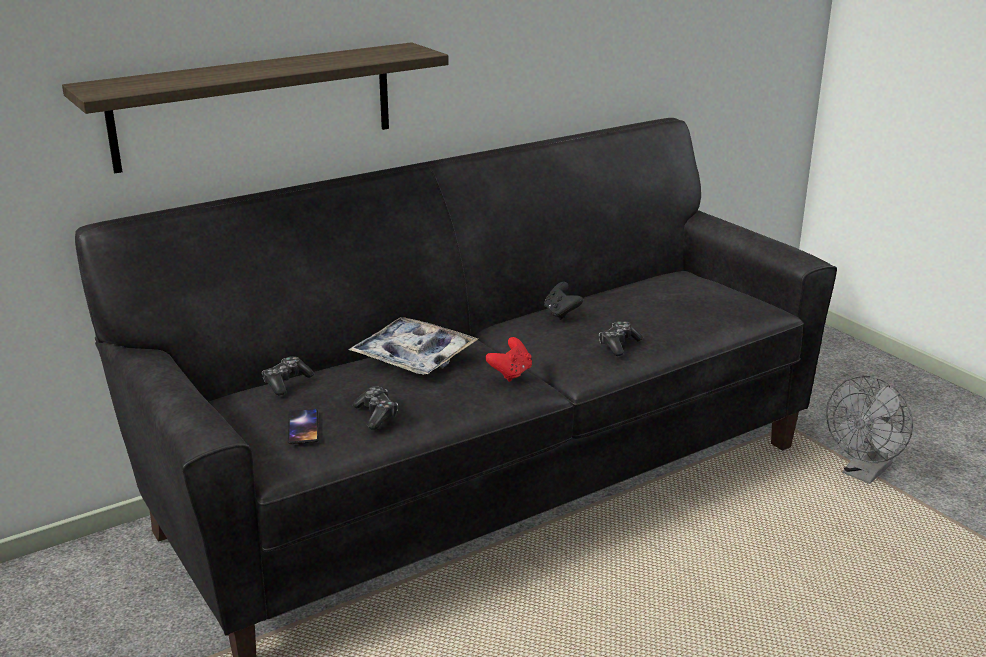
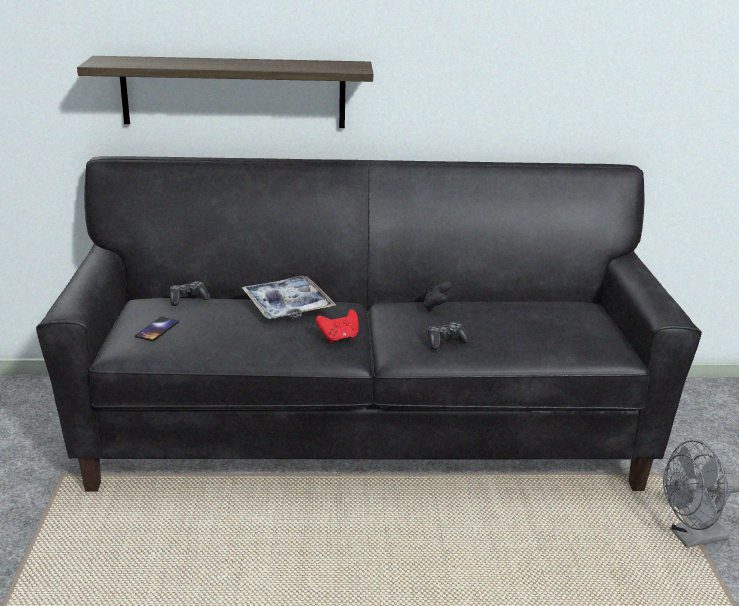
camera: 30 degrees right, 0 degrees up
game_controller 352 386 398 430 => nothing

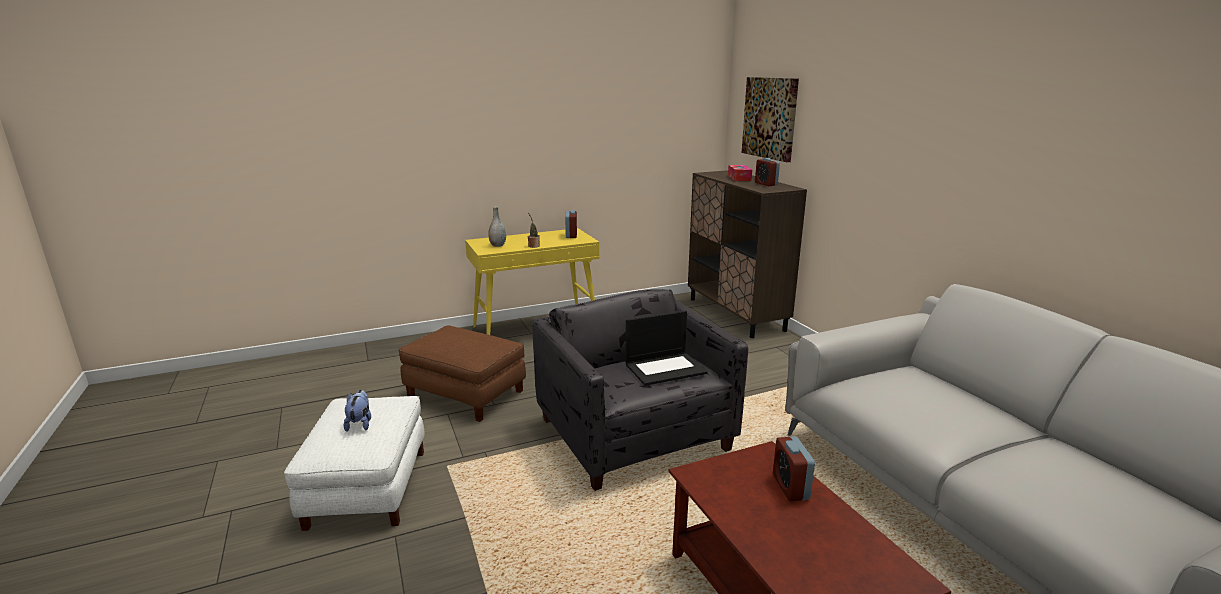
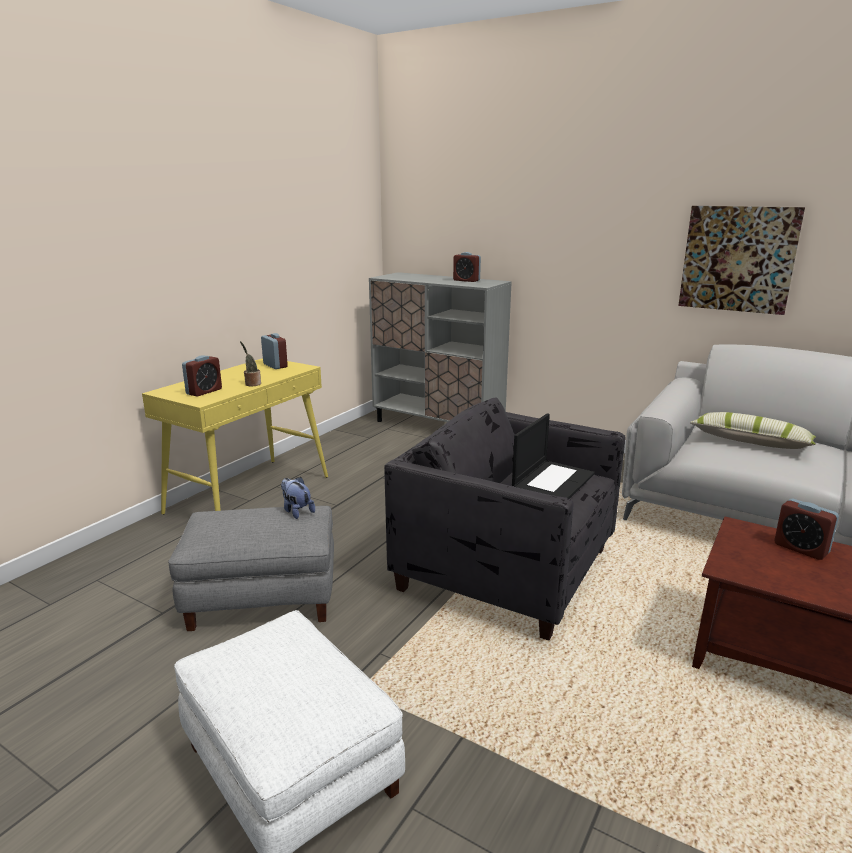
camera: 35 degrees left, 0 degrees up
tissue_holder 728 165 752 181 => nothing
nothing => pillow 690 412 816 449
cuddly_toy 344 390 371 432 => cuddly_toy 281 477 315 519, shifted
picture 742 77 799 162 => picture 678 206 805 315, shifted
gray_flower_vase 488 207 506 247 => alarm_clock 182 355 222 397
brown_ottoman 399 325 526 422 => gray_ottoman 168 506 334 631
brown_cupboard 688 170 807 338 => gray_cupboard 369 272 512 422

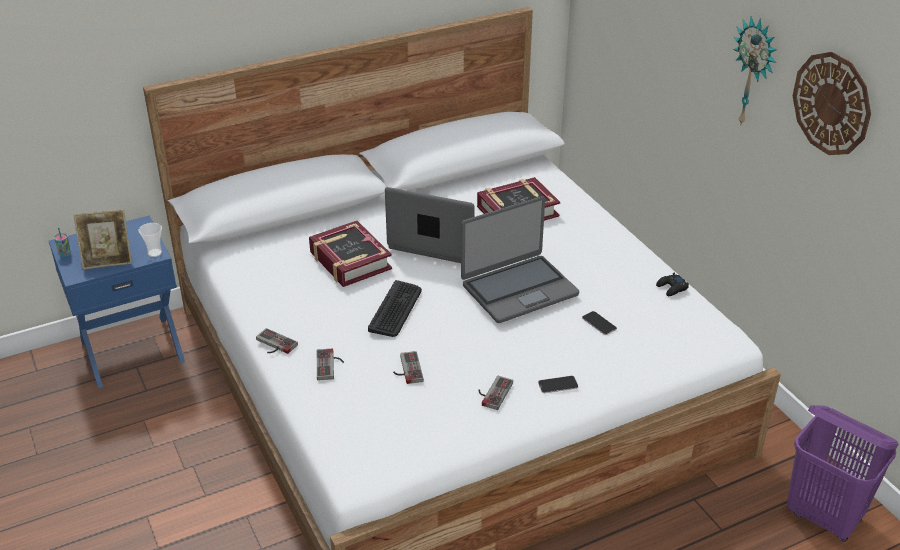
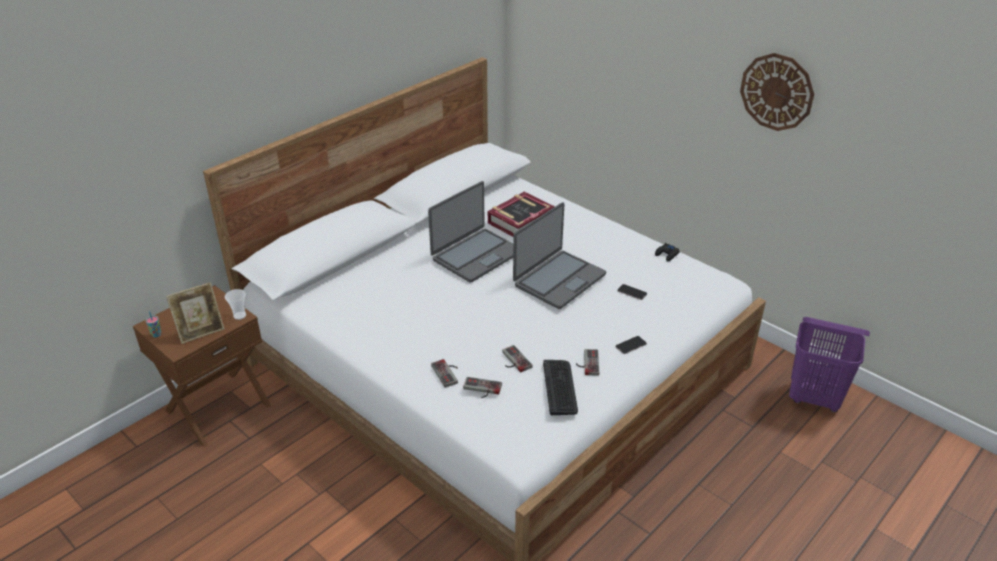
camera: 20 degrees left, 0 degrees up
book 309 221 392 287 => nothing
clock_on_the_wall 733 17 777 126 => nothing
game_controller 256 328 298 354 => game_controller 463 377 502 398, shifted
keyboard 368 280 422 337 => keyboard 543 360 578 415, shifted
blue_night_table 49 216 185 388 => brown_night_table 133 285 271 447
portable_computer 385 187 475 263 => portable_computer 428 181 513 283, 135 degrees clockwise

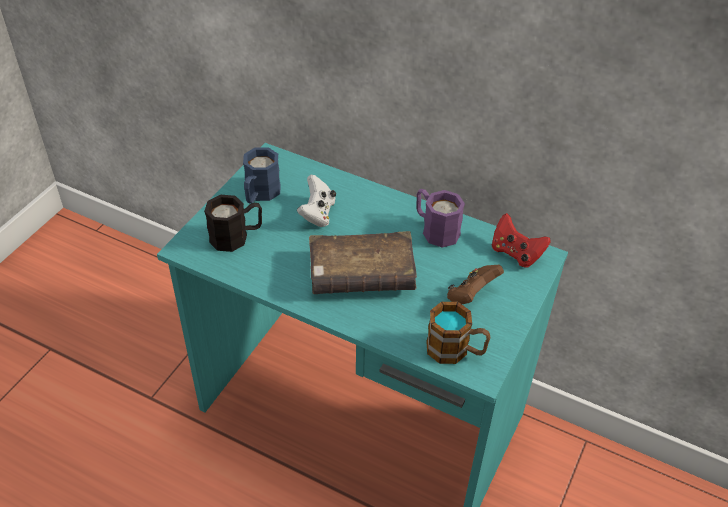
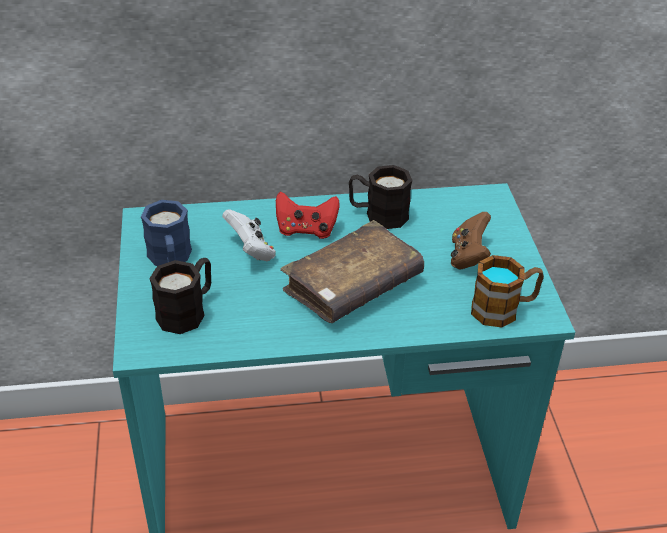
camera: 35 degrees left, 5 degrees down
reddish_game_controller 492 213 551 268 => reddish_game_controller 276 192 340 239, shifted
purple-coloured_mug 416 189 465 248 => blackish_mug 349 165 412 229

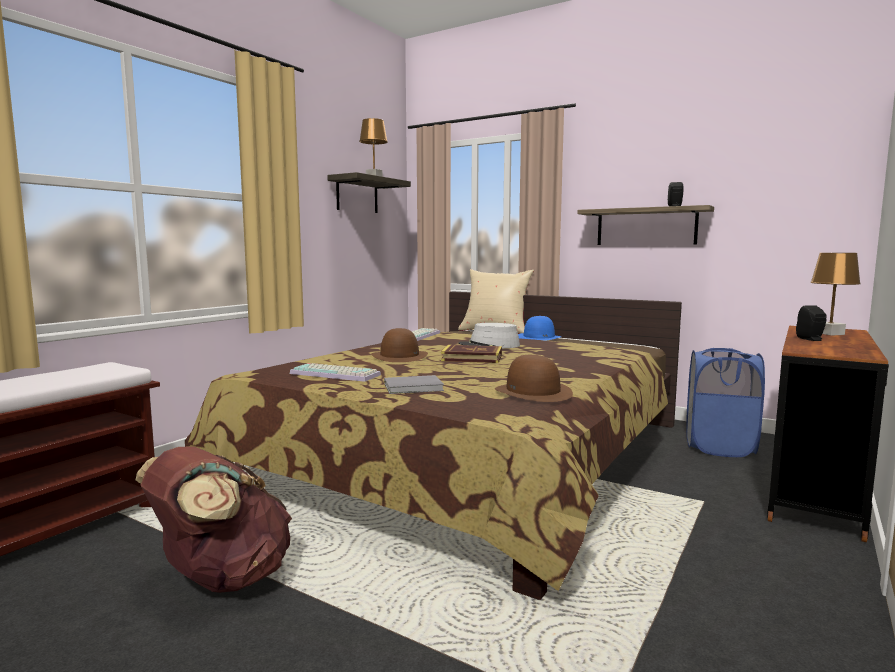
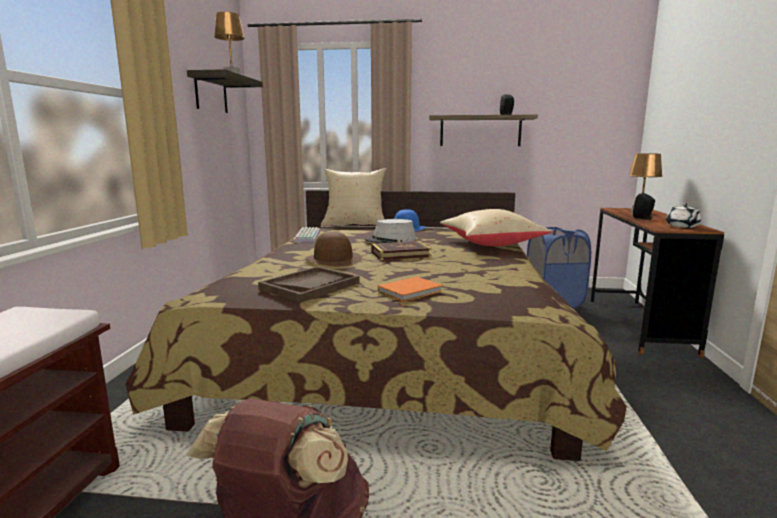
camera: 25 degrees left, 5 degrees up
brown_hat 495 355 573 402 => nothing
nothing => beige_pillow 440 209 552 246
nothing => white_tea_pot 666 203 701 228
keyboard 290 363 381 382 => brown_serving_tray 258 266 360 303
gray_book 384 375 444 394 => orange-coloured_book 378 277 443 302

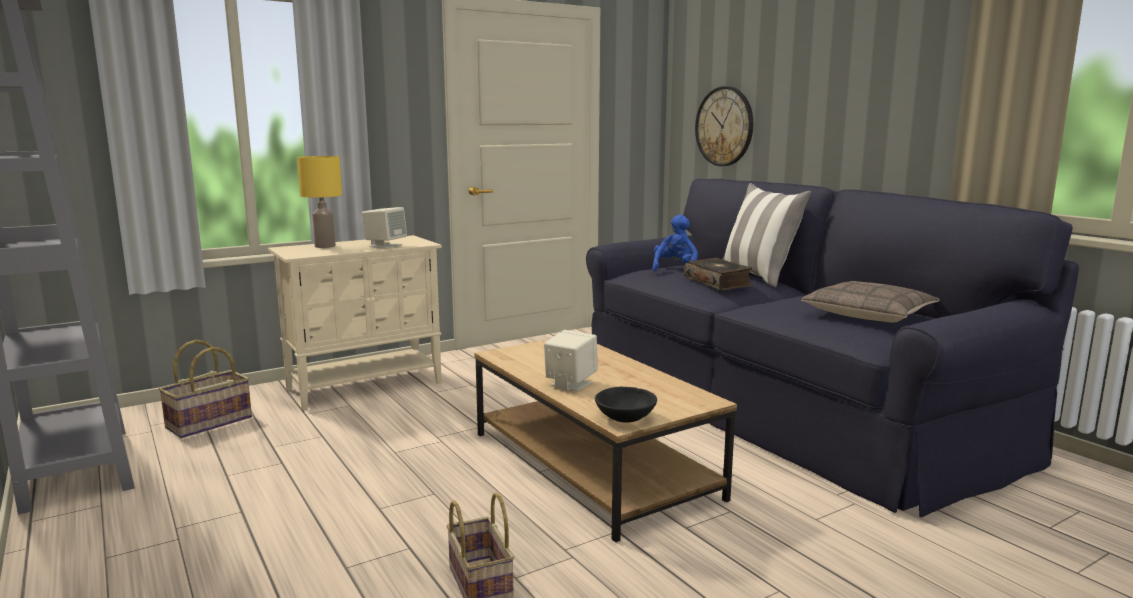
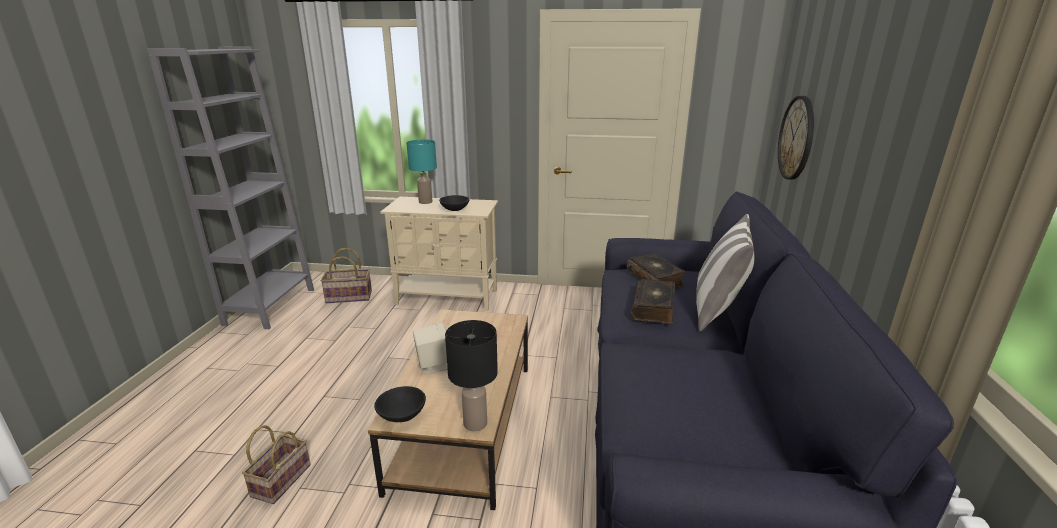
camera: 40 degrees right, 10 degrees up
pillow 801 281 940 323 => nothing
nothing => blackish_tabletop_lamp 445 320 498 432
beige_audio_speaker 362 207 407 249 => blackish_bowl 439 195 470 211
blue_cuddly_toy 652 214 698 271 => book 626 253 685 288
yellow-coloured_tabletop_lamp 297 156 342 248 => turquoise_tabletop_lamp 407 139 437 204

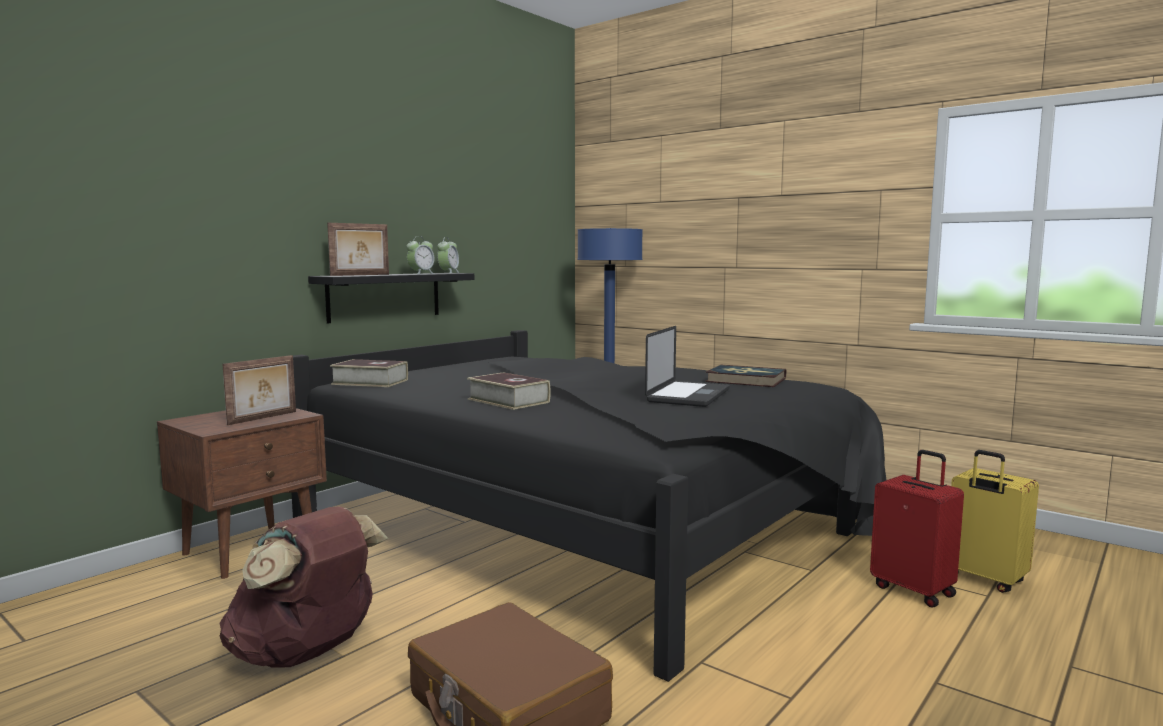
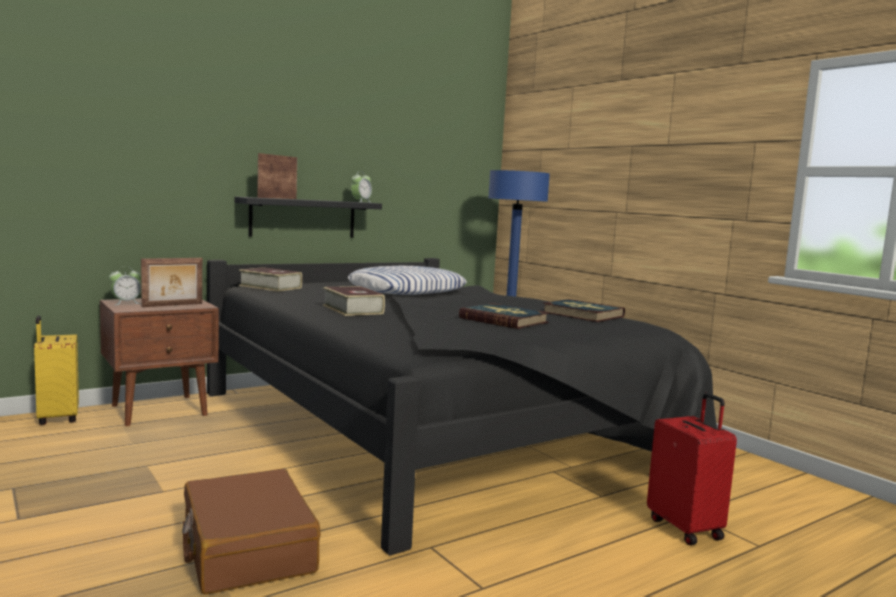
camera: 15 degrees right, 0 degrees up
brown_rucksack 219 506 389 667 => nothing
nothing => pillow 348 266 467 295
alarm_clock 406 236 435 274 => alarm_clock 109 266 141 305, shifted
yellow-coloured_piece_of_luggage 951 450 1039 593 => yellow-coloured_piece_of_luggage 34 316 79 425, shifted
portable_computer 645 326 730 407 => book 459 303 549 329
picture_frame 327 223 389 276 => picture_frame 257 153 297 199, 150 degrees clockwise

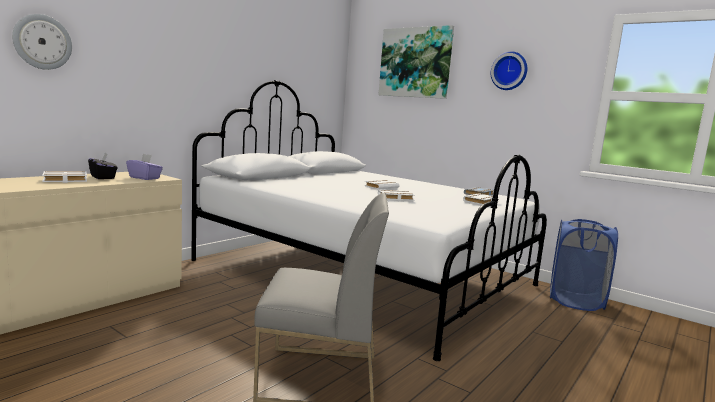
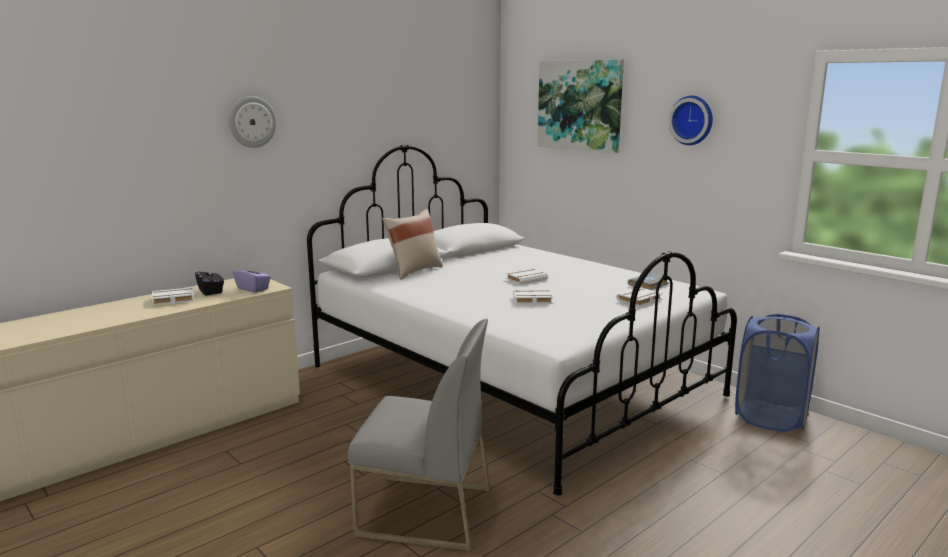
camera: 10 degrees right, 5 degrees up
nothing => beige_pillow 382 209 443 279
clock_on_the_wall 12 14 72 70 => clock_on_the_wall 229 96 277 148, shifted

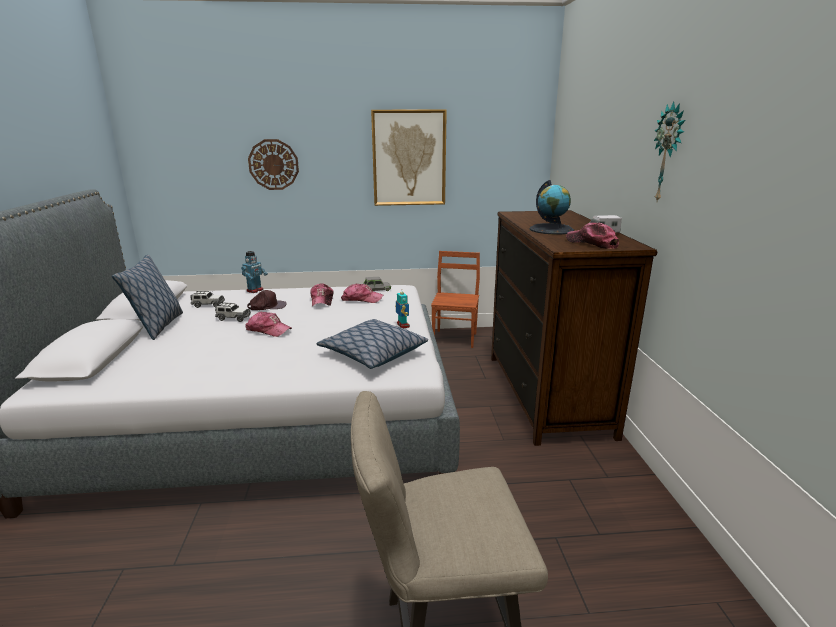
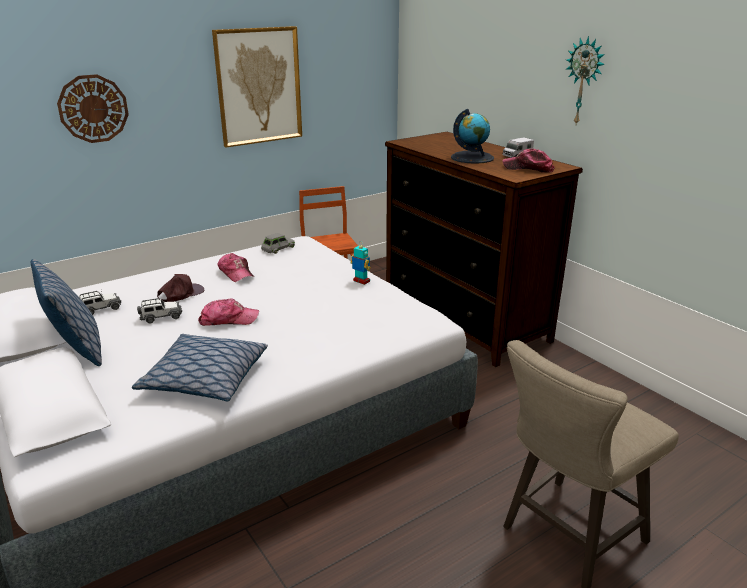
camera: 30 degrees left, 5 degrees up
robot_figure 241 251 268 293 => nothing
cap 341 284 383 303 => nothing
pillow 316 319 428 369 => pillow 132 334 268 401, shifted

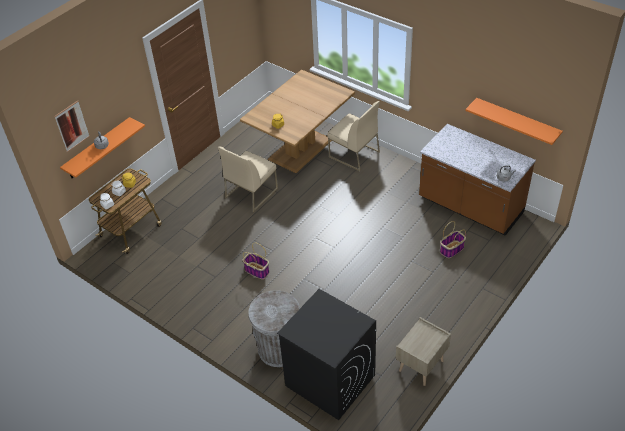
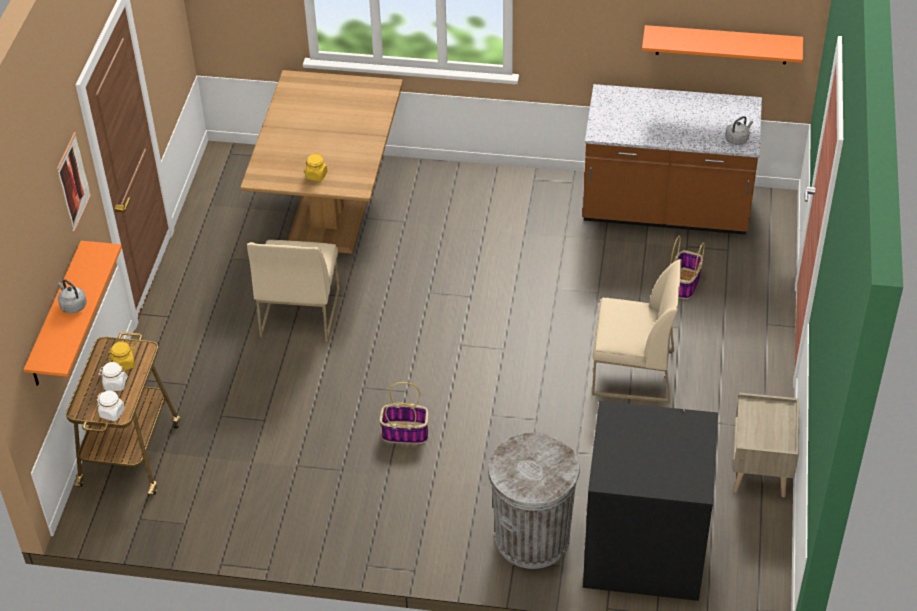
camera: 30 degrees left, 0 degrees up
picture 54 101 90 152 => picture 57 132 91 232, shifted
beige_upright_chair 327 101 380 171 => beige_upright_chair 592 259 682 403, shifted

